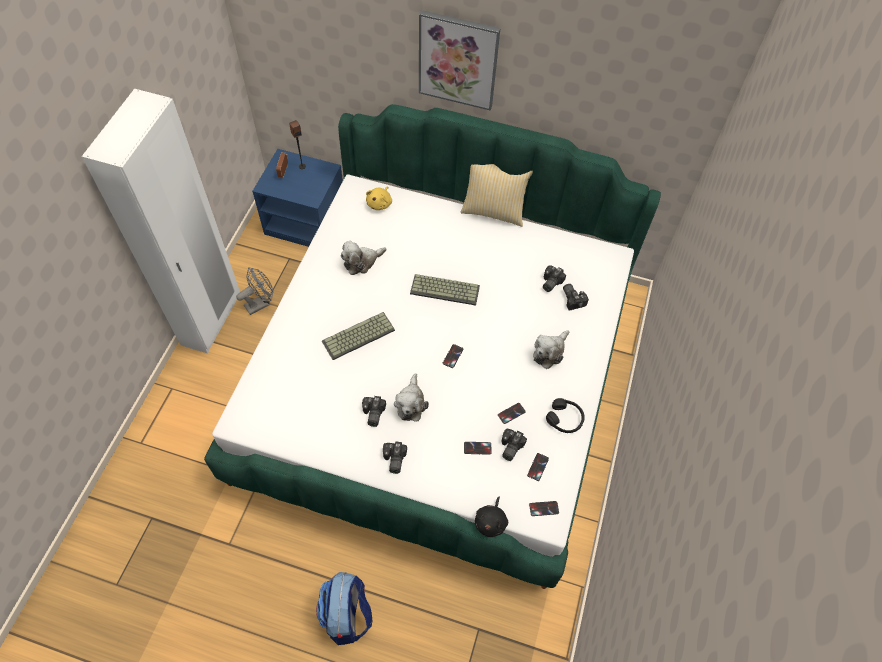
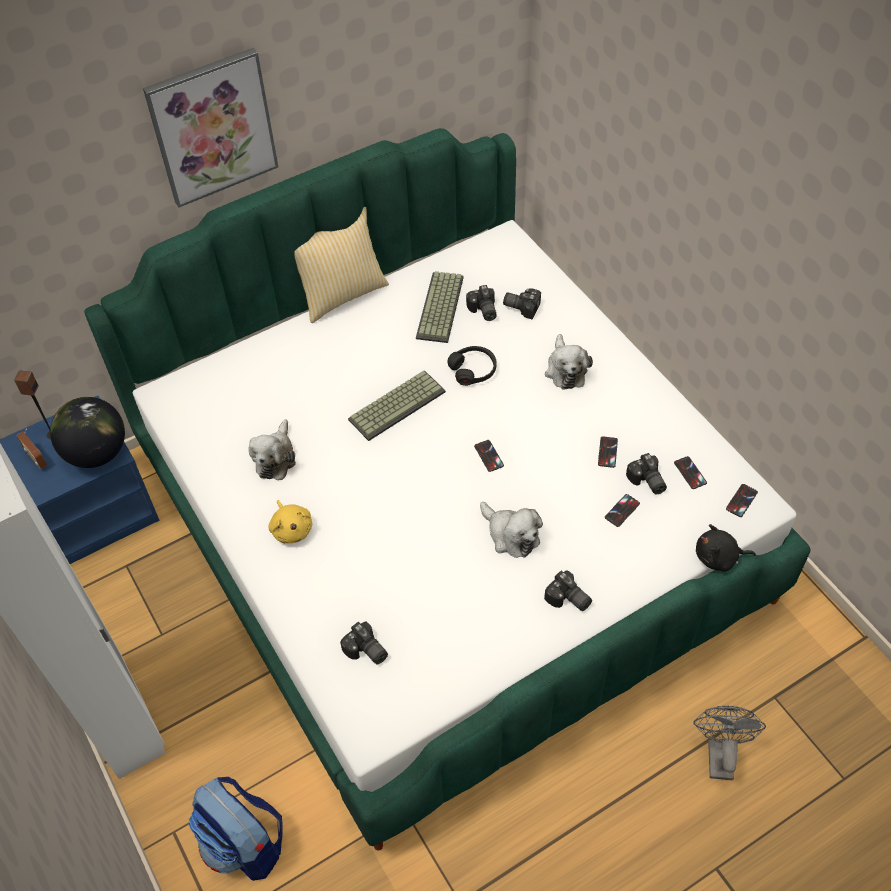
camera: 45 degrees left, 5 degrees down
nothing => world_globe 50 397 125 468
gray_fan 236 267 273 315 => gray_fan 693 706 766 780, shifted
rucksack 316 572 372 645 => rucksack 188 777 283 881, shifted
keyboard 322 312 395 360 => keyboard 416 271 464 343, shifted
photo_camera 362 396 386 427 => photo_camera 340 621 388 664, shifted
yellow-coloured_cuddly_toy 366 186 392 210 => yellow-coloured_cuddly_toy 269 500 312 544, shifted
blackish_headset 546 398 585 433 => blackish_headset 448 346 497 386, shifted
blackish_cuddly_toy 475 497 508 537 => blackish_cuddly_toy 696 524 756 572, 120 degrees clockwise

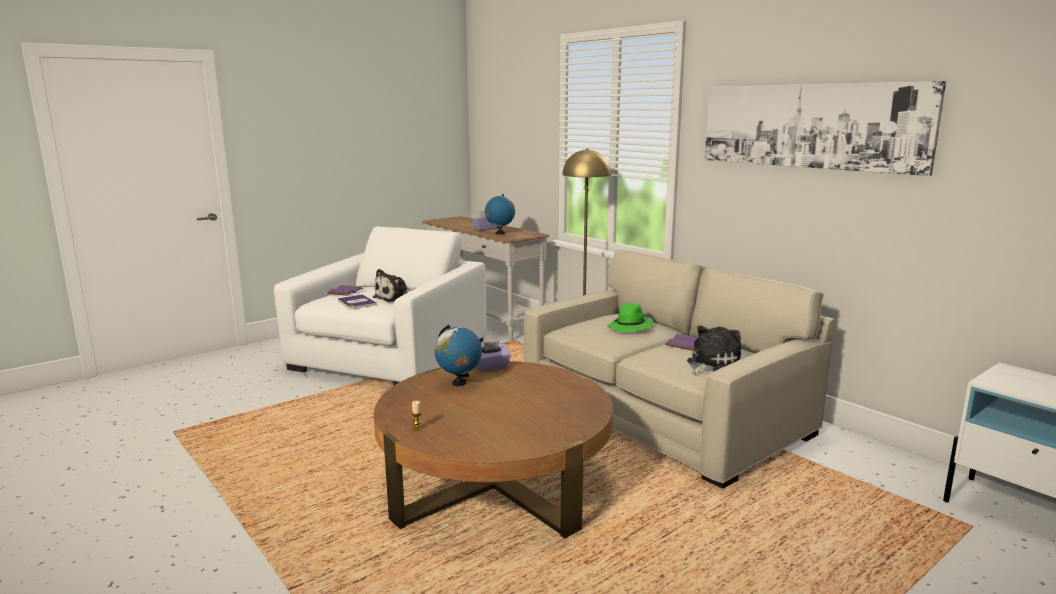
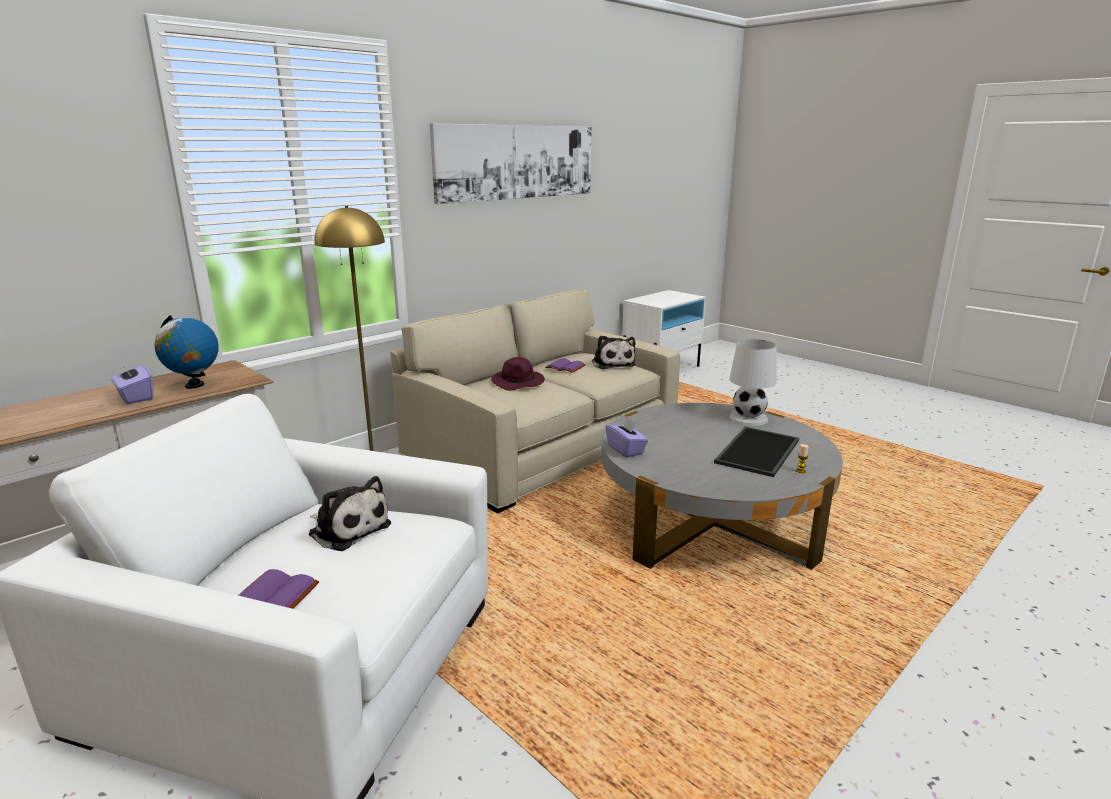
camera: 95 degrees left, 5 degrees up
book 338 294 377 309 => nothing
world_globe 434 325 482 386 => nothing
nothing => serving_tray 714 427 799 477
nothing => white_tabletop_lamp 729 339 776 426
brown_coffee_table 374 361 613 538 => gray_coffee_table 601 403 843 570
green_hat 607 303 654 332 => purple-coloured_hat 491 357 545 391
cuddly_toy 687 326 741 375 => cuddly_toy 592 336 636 369, 150 degrees counterclockwise

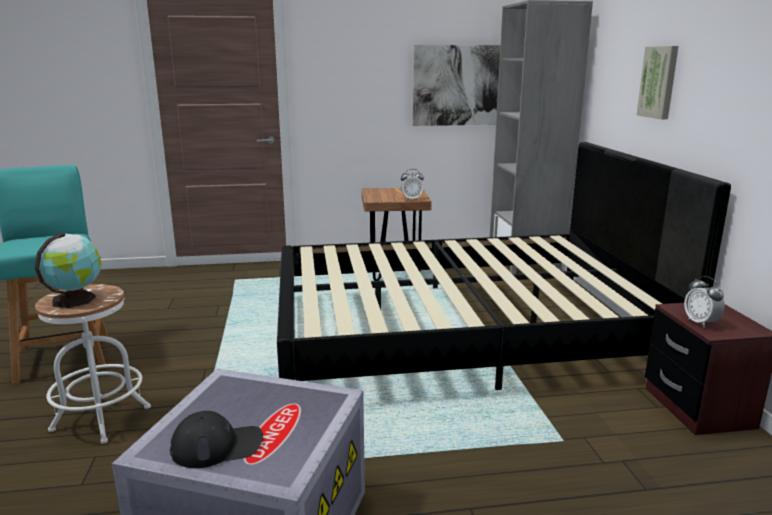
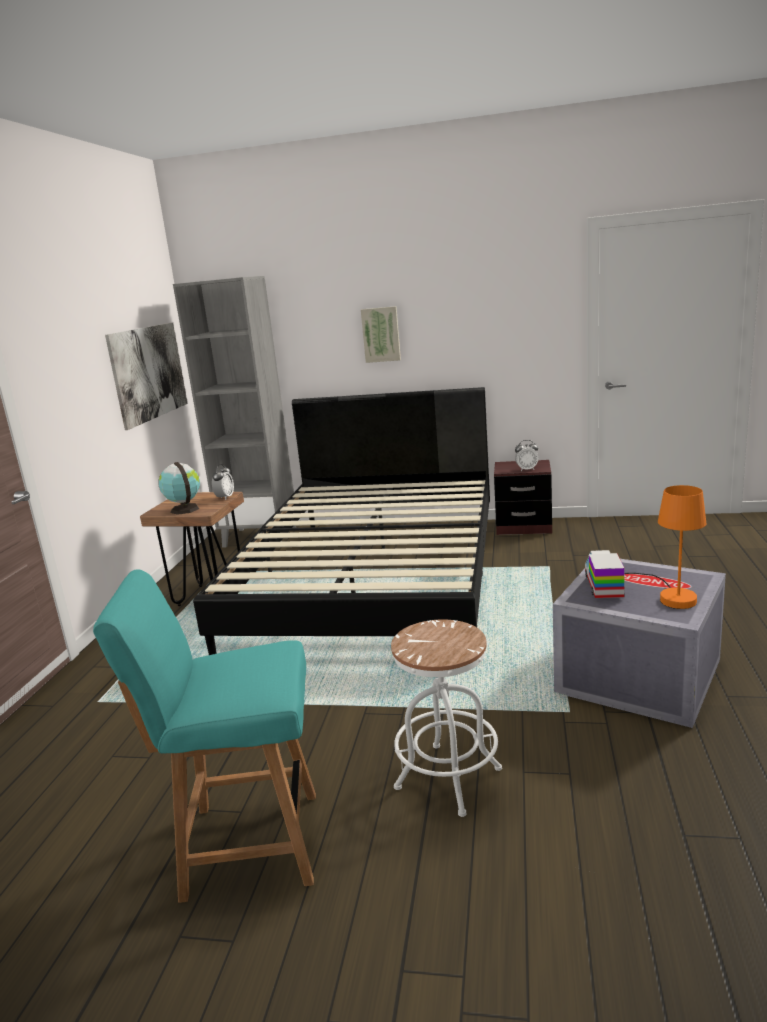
camera: 70 degrees left, 0 degrees up
nothing => toy_truck 585 550 625 598
world_globe 35 233 102 308 => world_globe 158 462 200 515, shifted
blackish_cap 170 411 263 468 => orange-coloured_tabletop_lamp 625 485 706 609

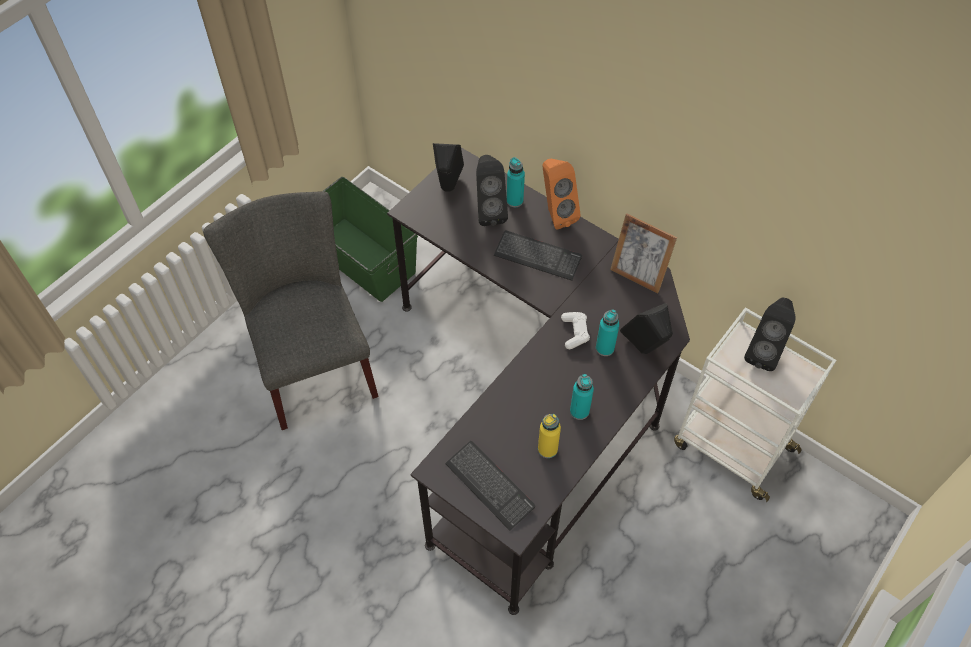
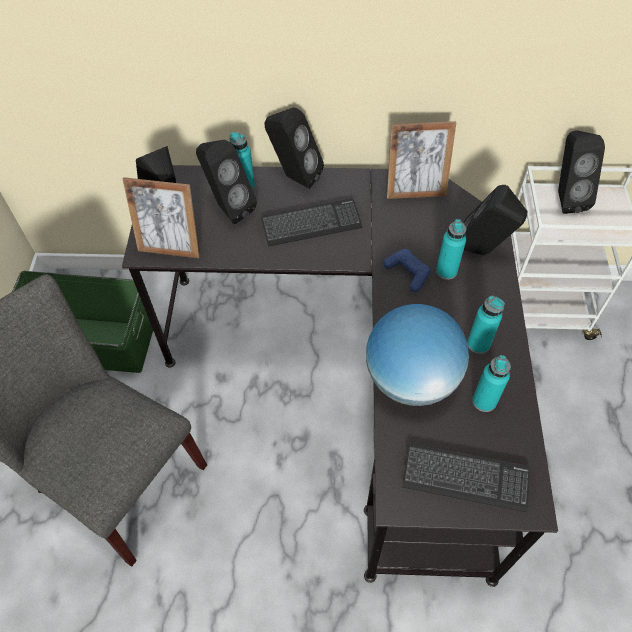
camera: 35 degrees left, 0 degrees up
nothing => picture_frame 123 177 200 258
nothing => world_globe 366 304 469 406
yellow-coloured_bottle 538 414 561 458 => turquoise_bottle 472 355 511 412
orange-coloured_audio_speaker 543 159 581 230 => blackish_audio_speaker 265 107 324 189
white_game_controller 561 312 590 349 => blue_game_controller 383 249 430 292

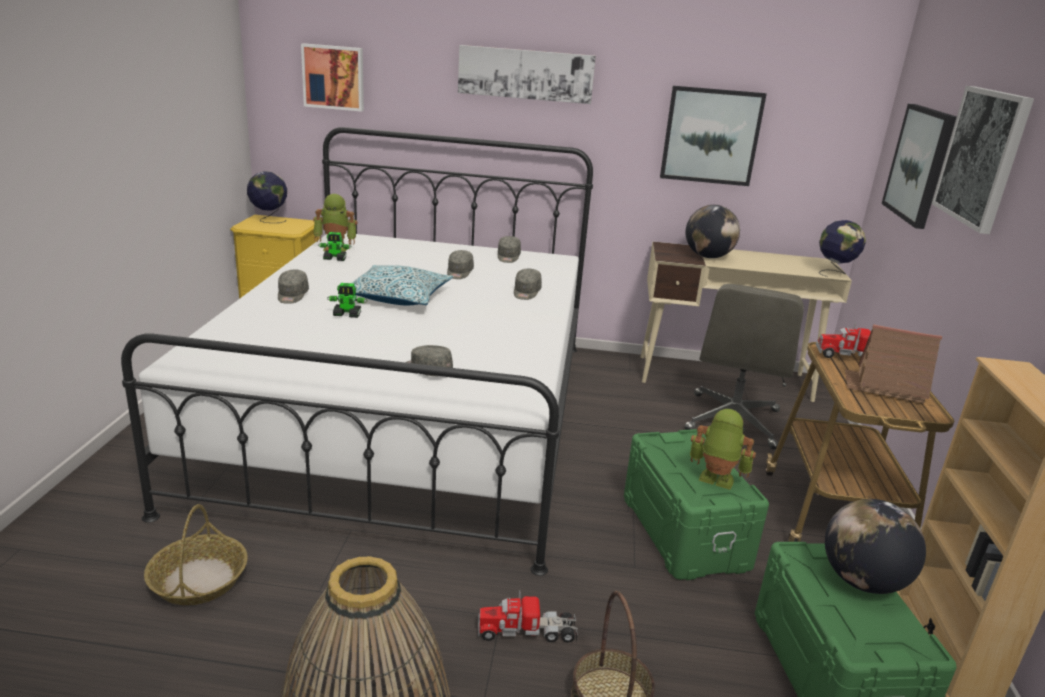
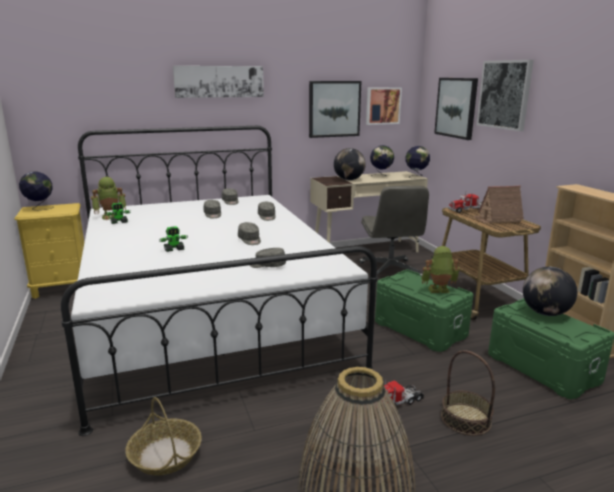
camera: 25 degrees left, 5 degrees down
pillow 352 265 454 305 => nothing
nothing => world_globe 370 145 394 176
gray_cap 278 270 309 304 => gray_cap 238 222 261 245, shifted
picture 301 43 364 112 => picture 366 87 402 125, shifted

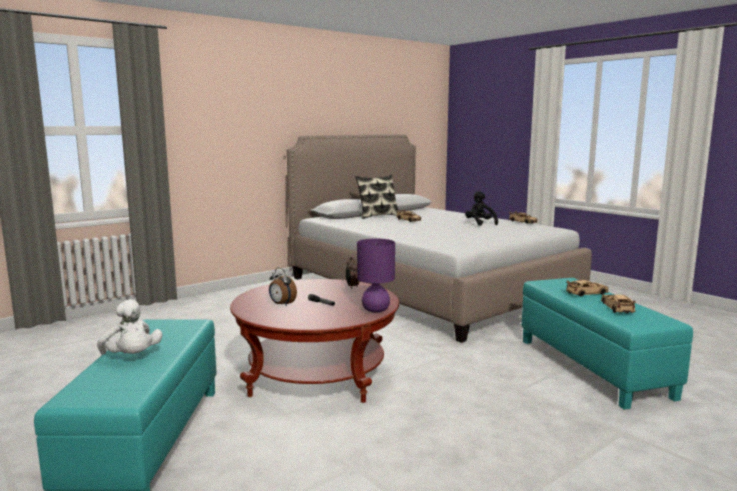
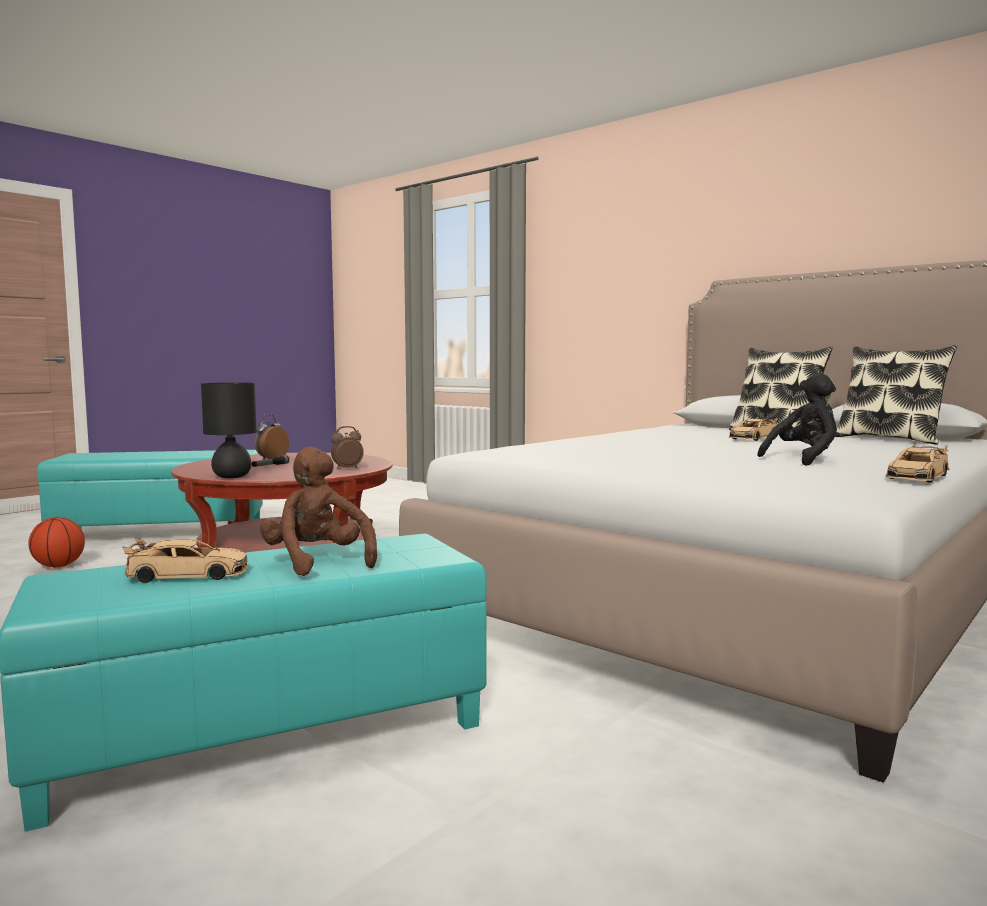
camera: 80 degrees right, 5 degrees down
white_cuddly_toy 97 299 162 355 => nothing
nothing => basketball_ball 28 517 85 567
nothing => pillow 836 345 957 445
beige_model_car 566 280 609 297 => brown_cuddly_toy 260 447 377 576
purple-coloured_tabletop_lamp 357 239 395 313 => blackish_tabletop_lamp 201 382 257 478

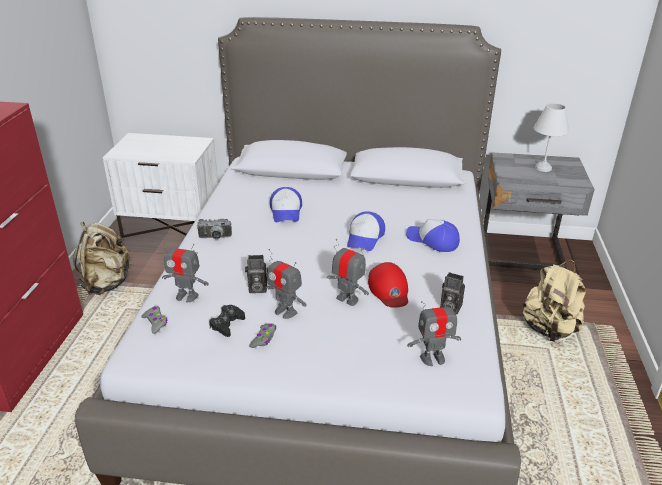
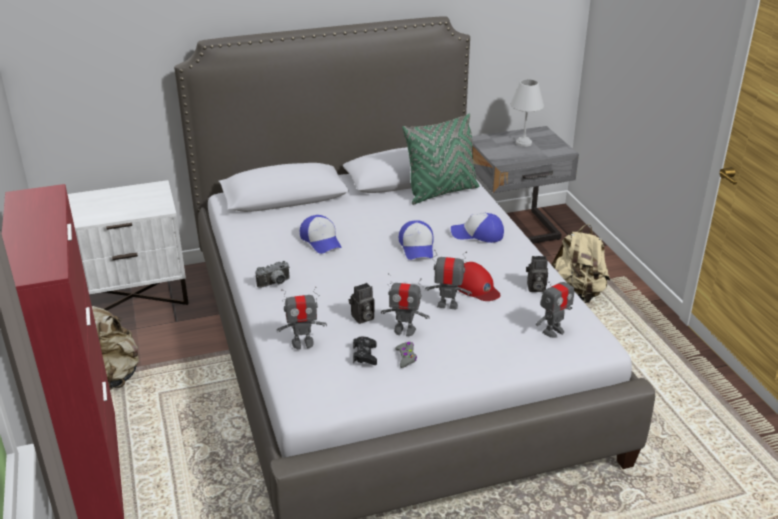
camera: 25 degrees left, 0 degrees up
gray_game_controller 141 306 167 334 => nothing
nothing => green_pillow 402 114 479 205

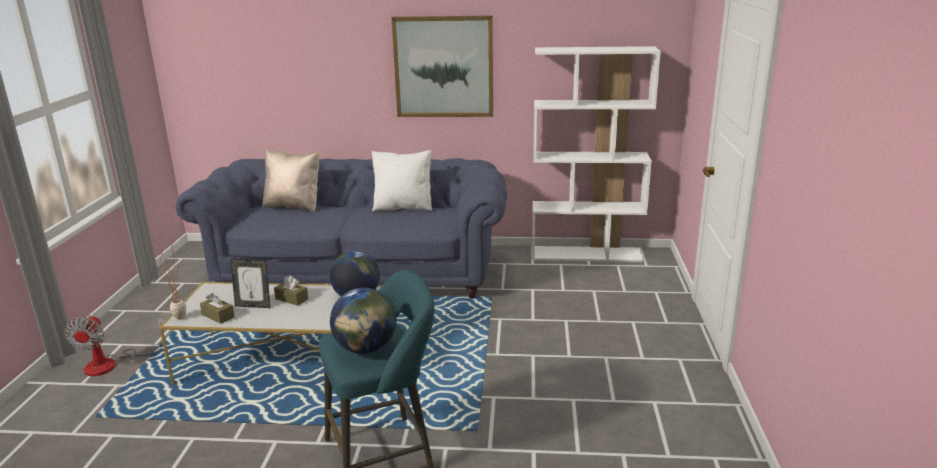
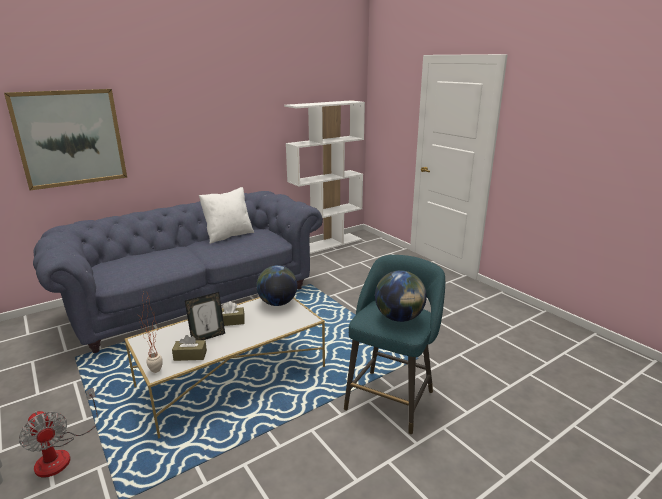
camera: 40 degrees left, 0 degrees up
beige_pillow 262 149 319 212 => nothing
picture 391 15 493 117 => picture 4 89 127 190, shifted

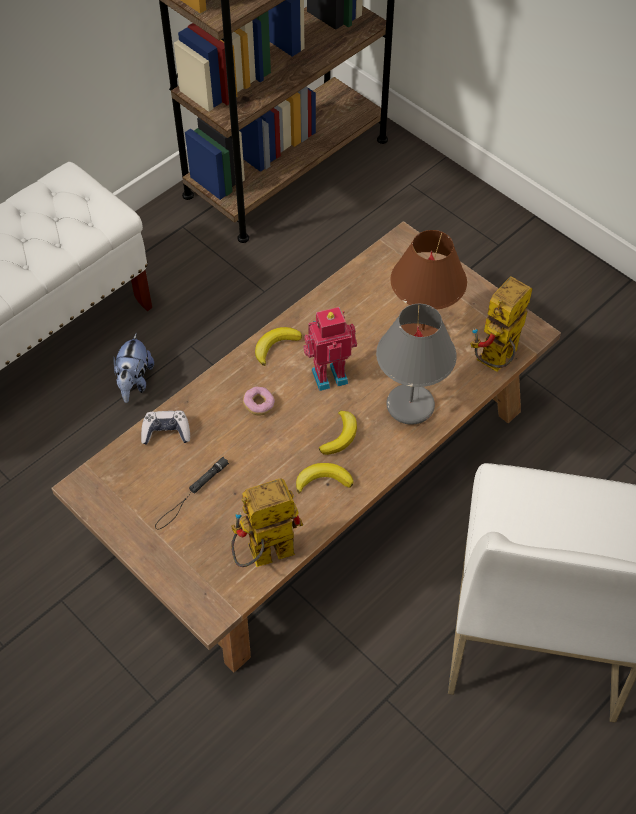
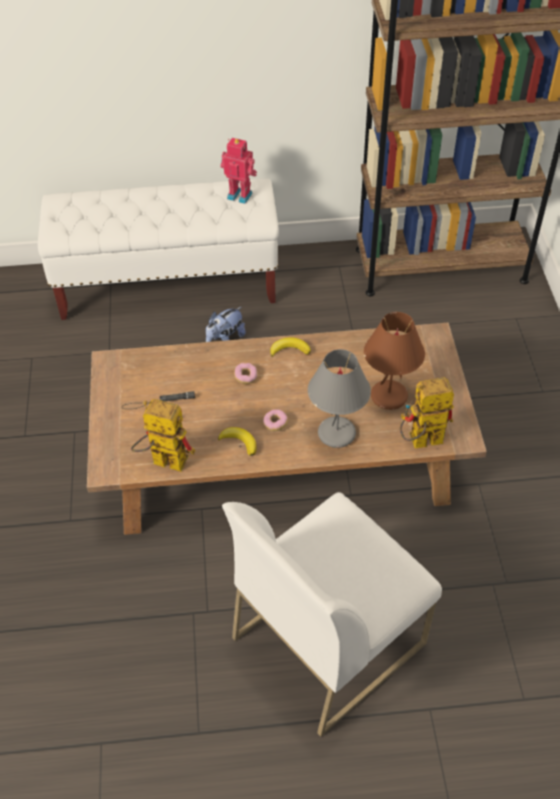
camera: 40 degrees right, 5 degrees down
game_controller 141 410 190 445 => nothing
robot_figure 303 307 357 391 => robot_figure 220 138 257 204, shifted
banana 319 411 357 455 => donut 263 409 288 431

